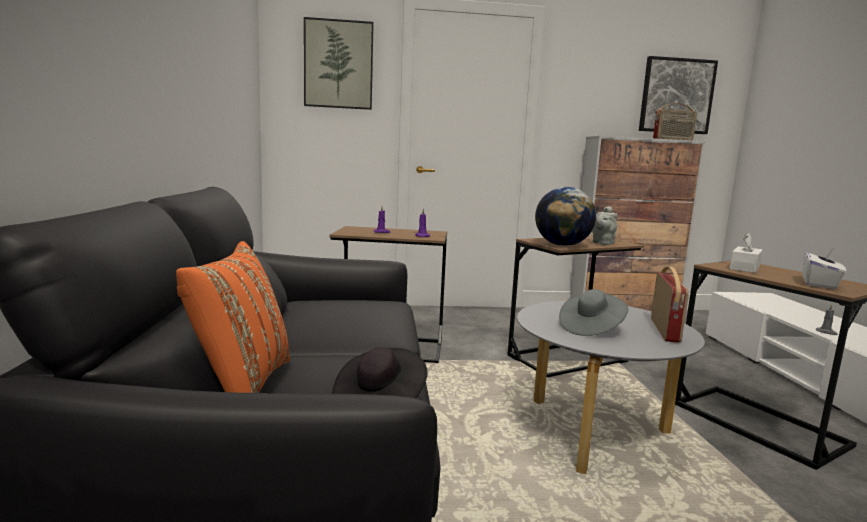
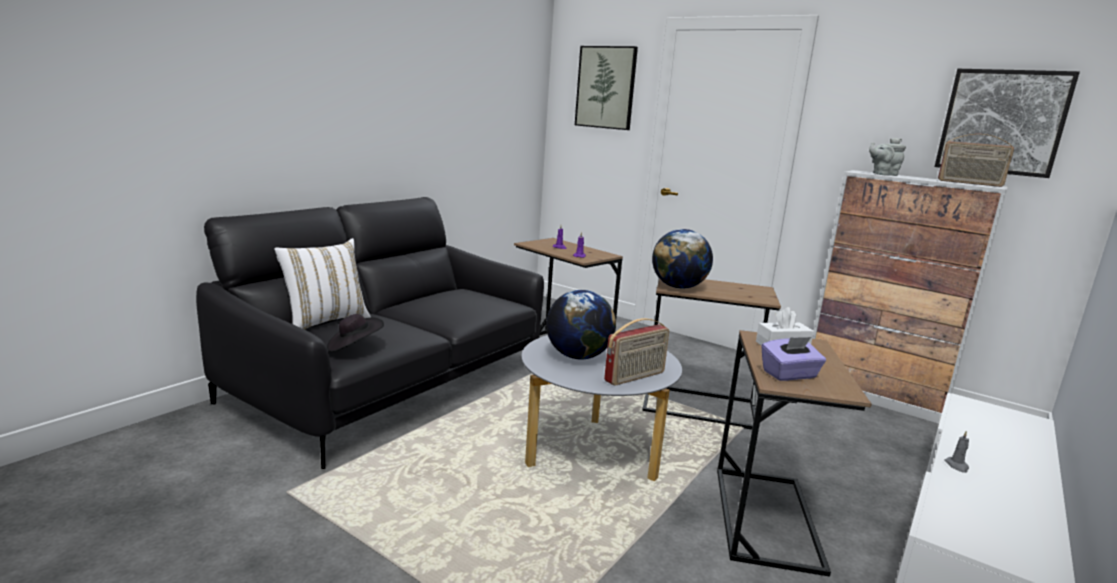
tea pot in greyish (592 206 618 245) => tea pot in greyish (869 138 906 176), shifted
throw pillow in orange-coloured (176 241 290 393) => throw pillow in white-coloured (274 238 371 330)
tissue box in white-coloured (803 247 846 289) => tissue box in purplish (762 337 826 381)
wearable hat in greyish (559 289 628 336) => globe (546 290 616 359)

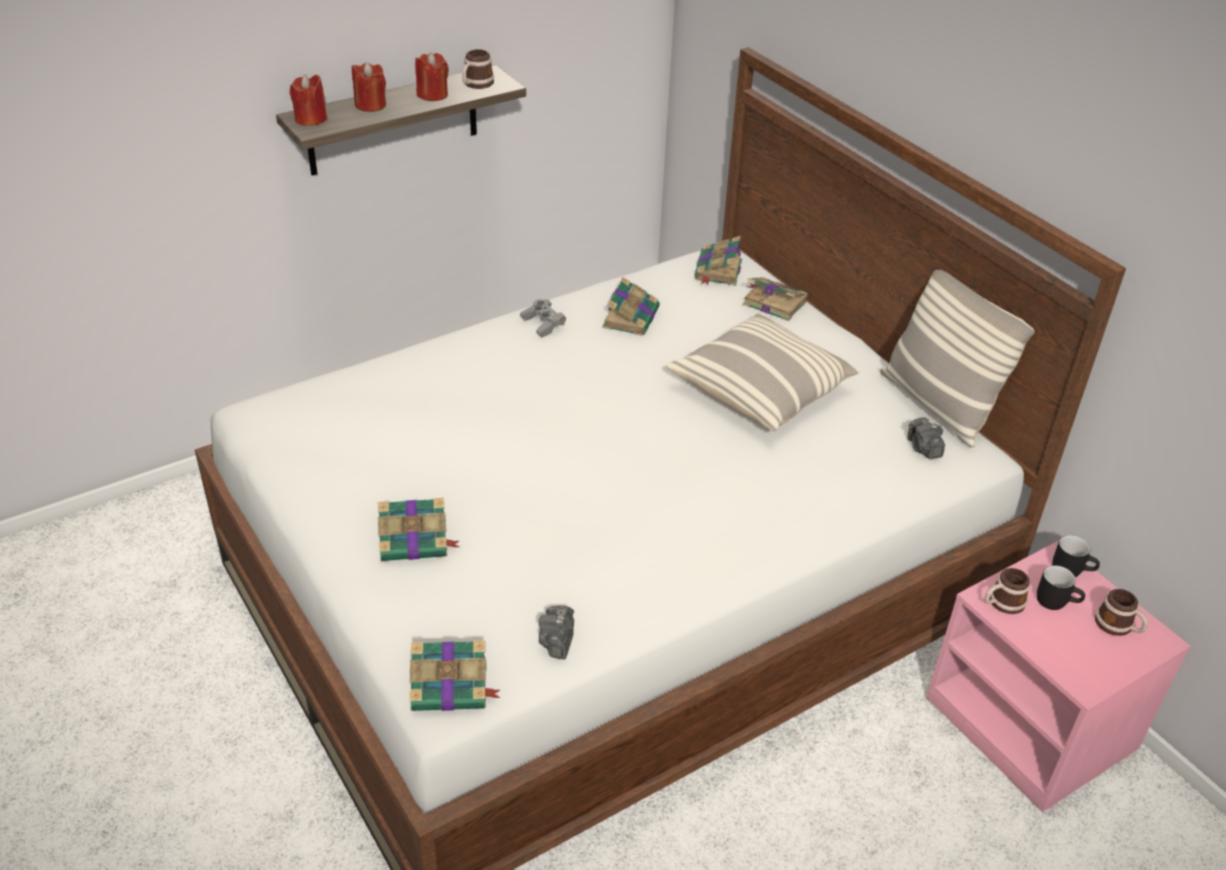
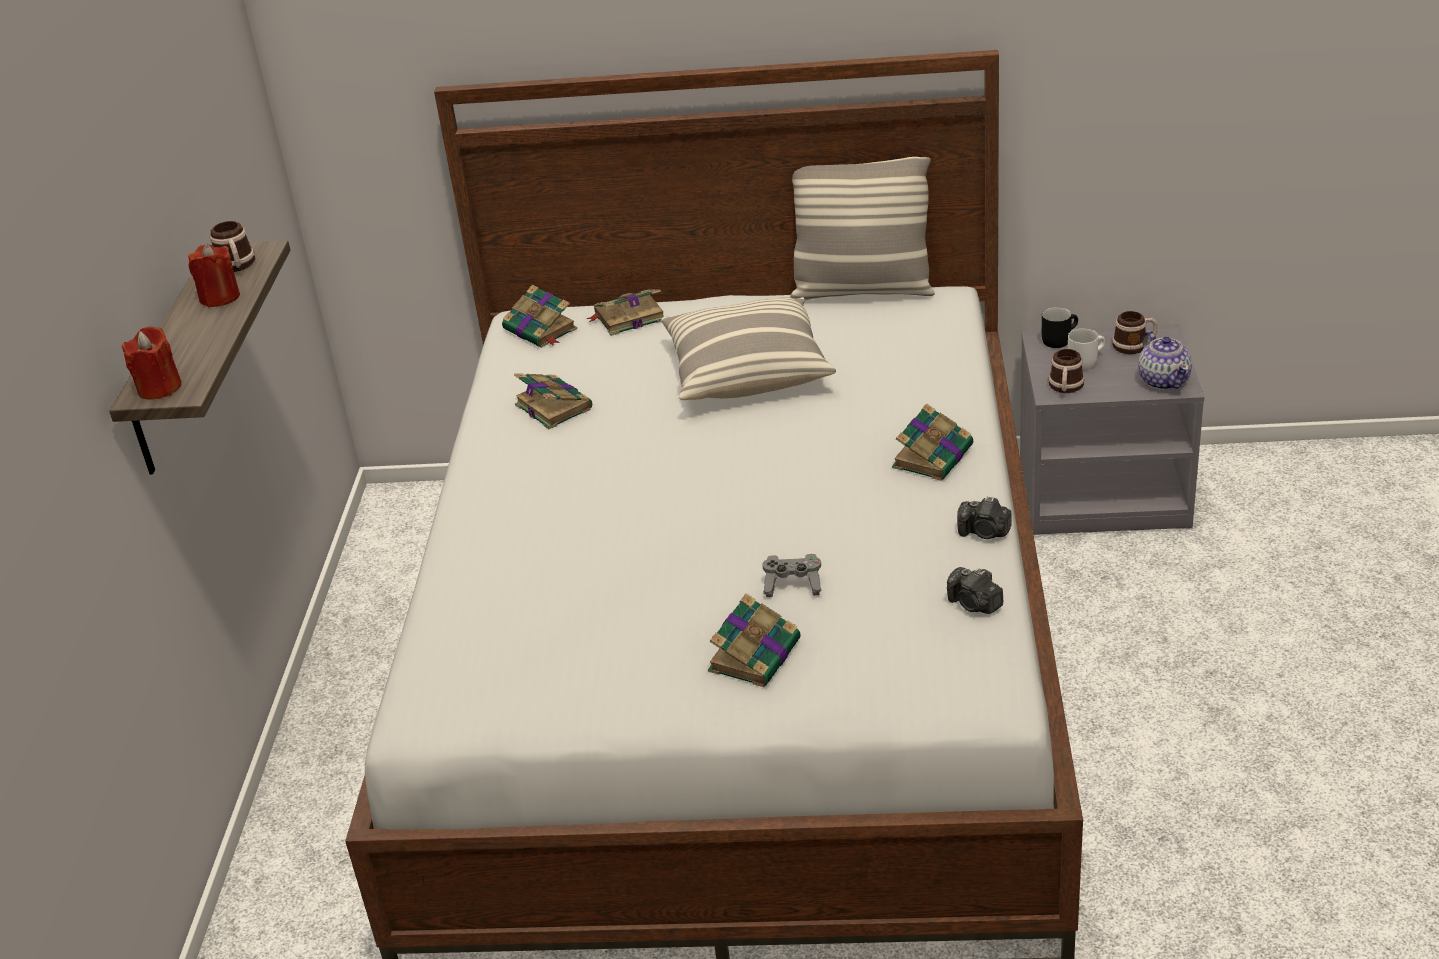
candle in reddish (352 62 386 112) => nothing
joypad in greyish (520 299 566 337) => joypad in greyish (762 554 822 597), shifted
still camera (907 417 945 459) => still camera (957 497 1012 539), shifted
bedside table in pink-coloured (926 541 1191 812) => bedside table in greyish (1020 324 1204 535)
mug in black (1037 565 1085 610) => mug in white-coloured (1068 328 1105 370)
bound book (410 640 500 711) => bound book (892 404 973 481), shifted
nothing => tea pot (1138 331 1192 390)

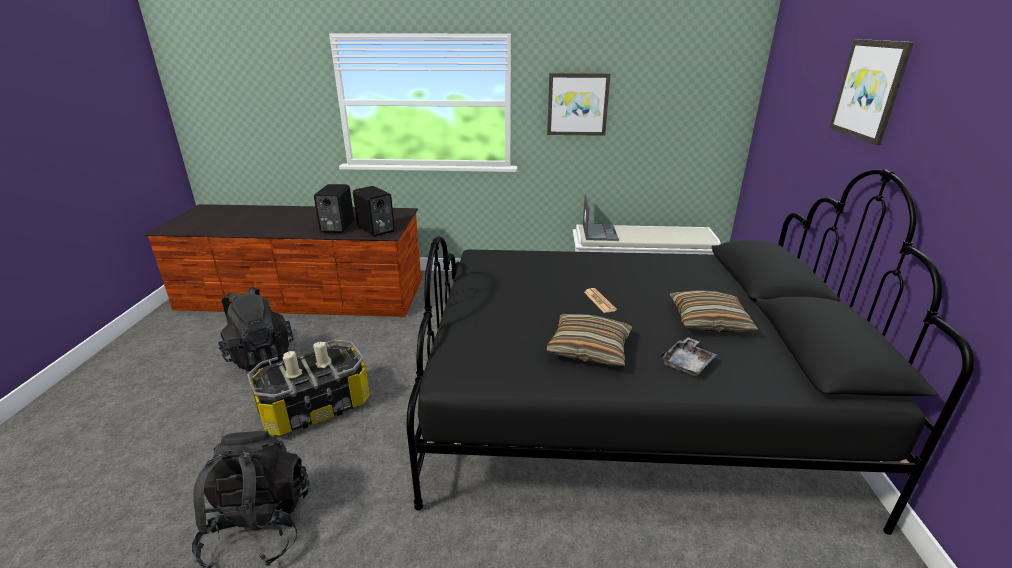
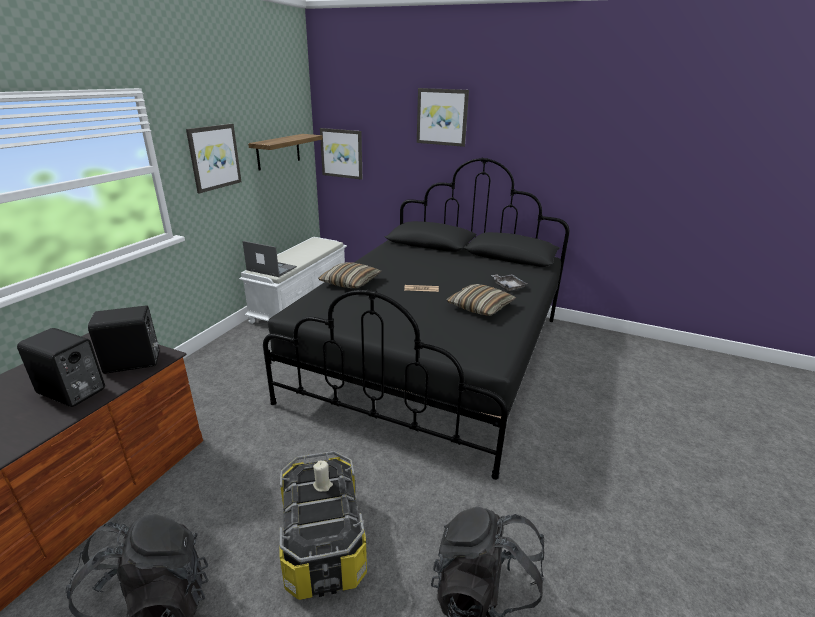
throw pillow (670 290 759 332) => throw pillow (318 262 381 288), shifted
candle in beige-coloured (283 351 302 378) => nothing
nothing => wall art (320 128 362 180)
nothing => bracket shelf (248 134 323 171)

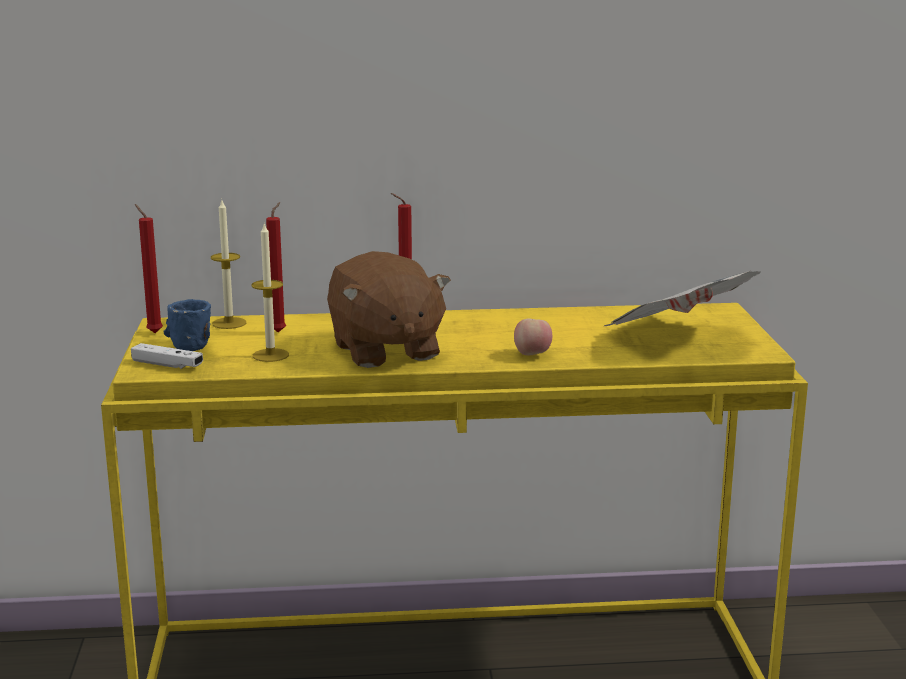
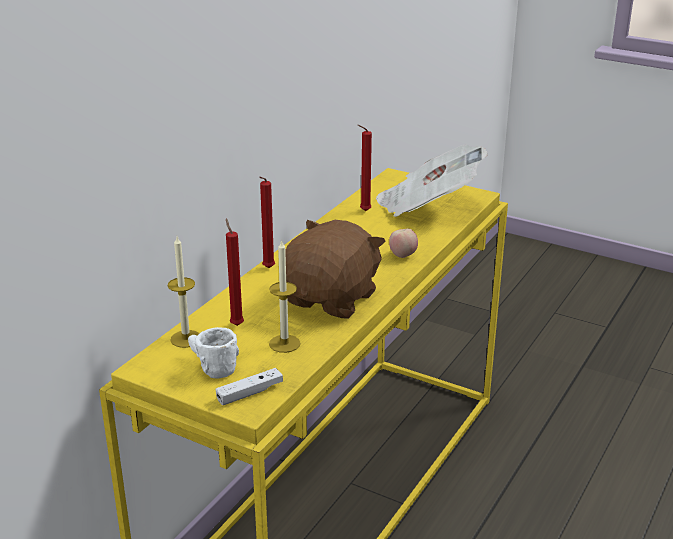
candle in reddish (135 204 163 333) => candle in reddish (358 125 372 211), shifted
plush toy in brown (327 251 451 368) => plush toy in brown (285 220 386 319), 75 degrees counterclockwise
mug in blue (163 299 211 351) => mug in white-coloured (188 327 239 378)

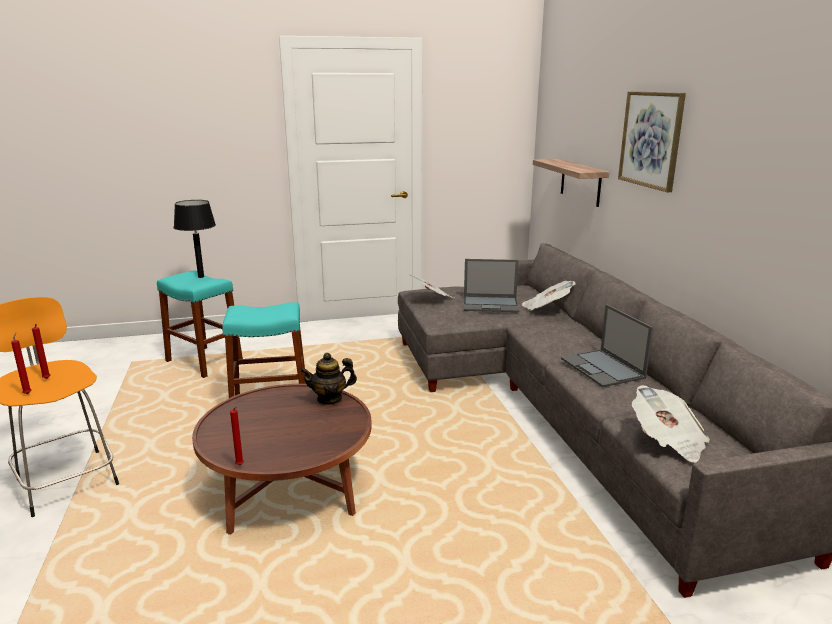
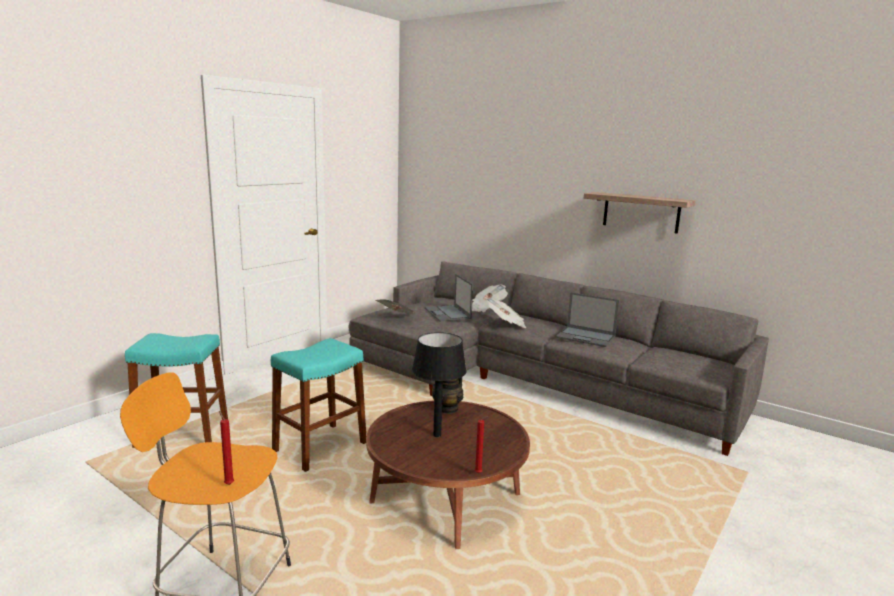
wall art (618 91 686 192) => nothing
bracket shelf (533 159 609 207) => bracket shelf (584 192 696 234), shifted
lamp for a table in black (174 200 216 278) => lamp for a table in black (412 332 467 437), shifted
notebook computer (464 259 519 312) => notebook computer (425 274 473 321), 105 degrees clockwise
candle in reddish (32 324 50 379) => nothing
printed paper (632 385 710 463) => printed paper (486 298 526 328), shifted

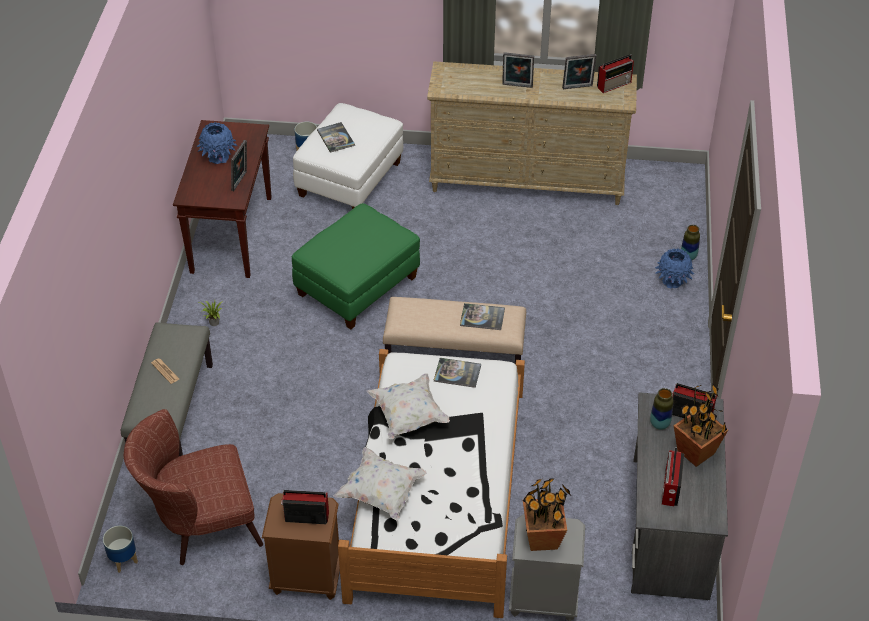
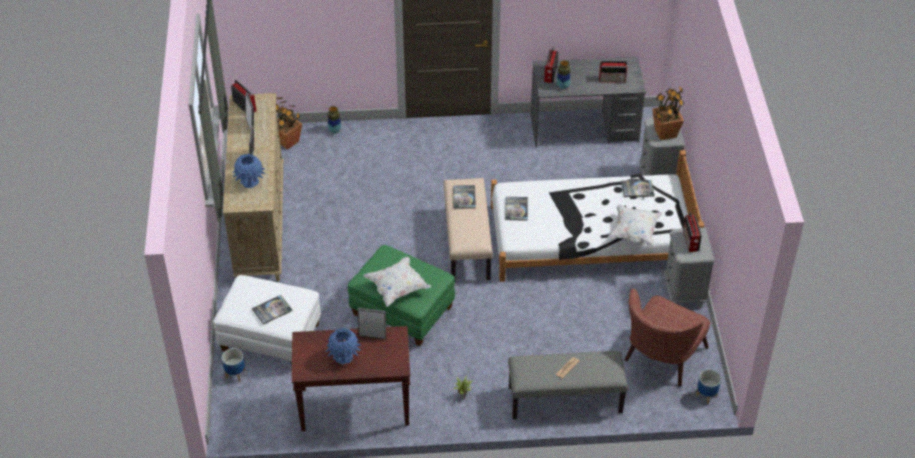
flower vase in blue (655 248 694 288) => flower vase in blue (232 154 266 188), shifted
throw pillow in white-coloured (367 373 450 439) => throw pillow in white-coloured (364 257 431 307), shifted
houseplant (674 383 728 467) => houseplant (276 97 302 150), shifted
easy chair in brown (124 409 263 565) => easy chair in brown (625 289 710 386), 60 degrees clockwise
bedside table in brown (262 493 340 600) => bedside table in greyish (664 227 714 308)
nothing => bound book (621 180 655 197)

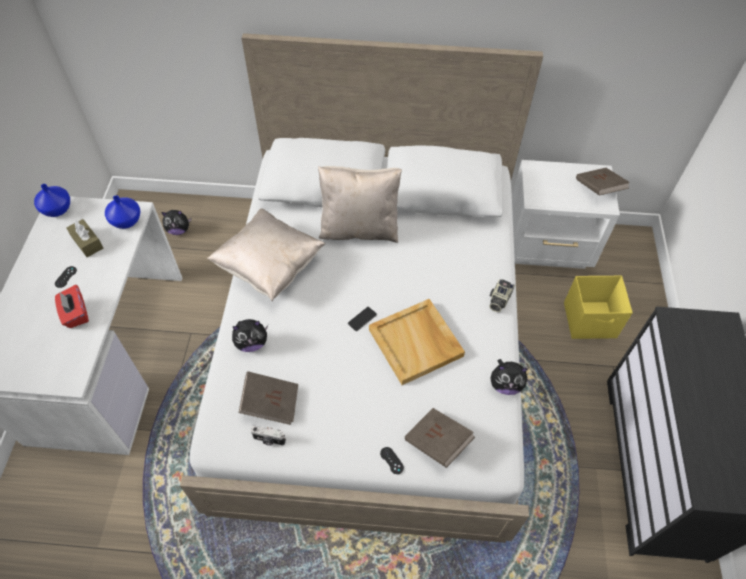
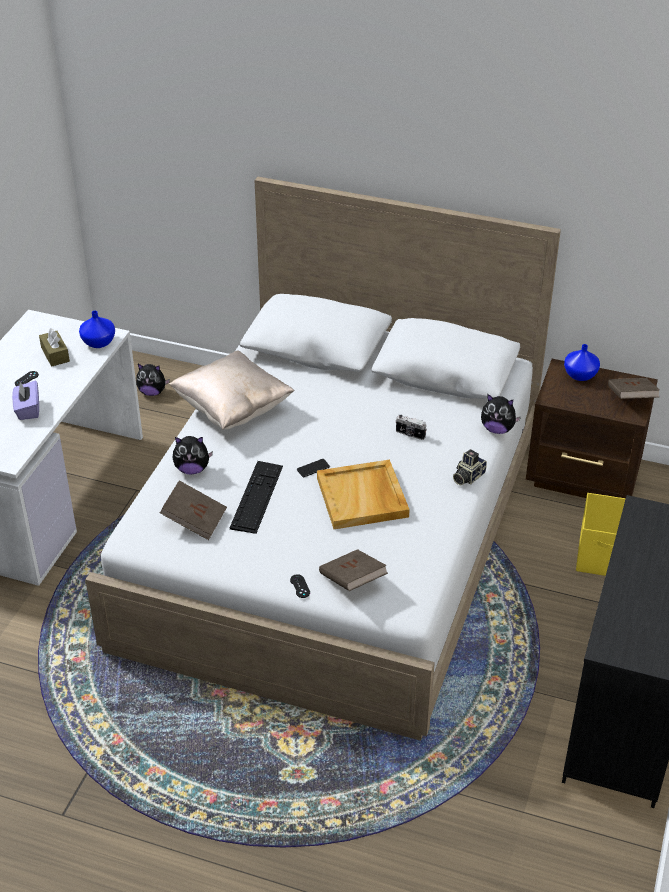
bedside table in white-coloured (512 160 620 269) => bedside table in brown (526 359 658 498)
throw pillow in beige-coloured (318 166 402 243) => nothing
flower vase in blue (34 184 70 217) => flower vase in blue (564 344 600 381), shifted
tissue box in reddish (55 285 89 328) => tissue box in purplish (12 380 39 420)
plush toy (491 359 528 395) => plush toy (481 394 521 434), shifted
still camera (251 425 286 446) => still camera (396 415 427 440), shifted
nothing => PC keyboard (230 461 283 534)

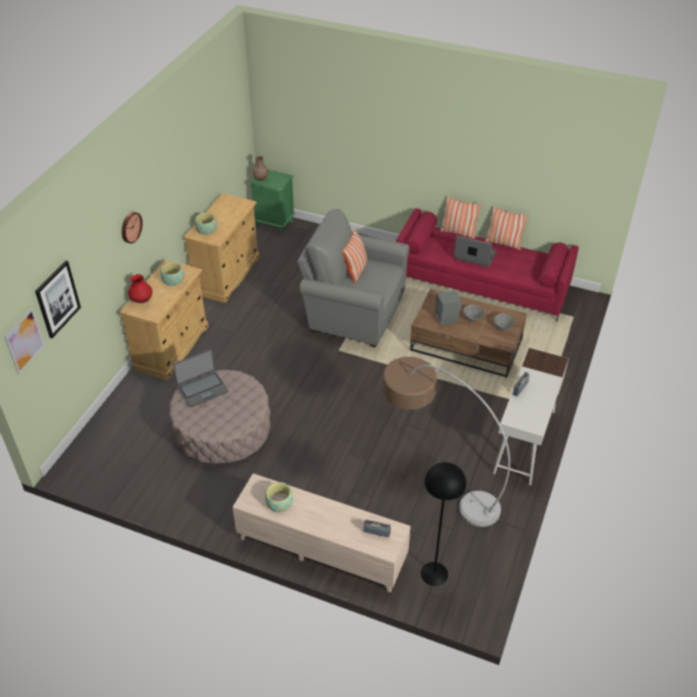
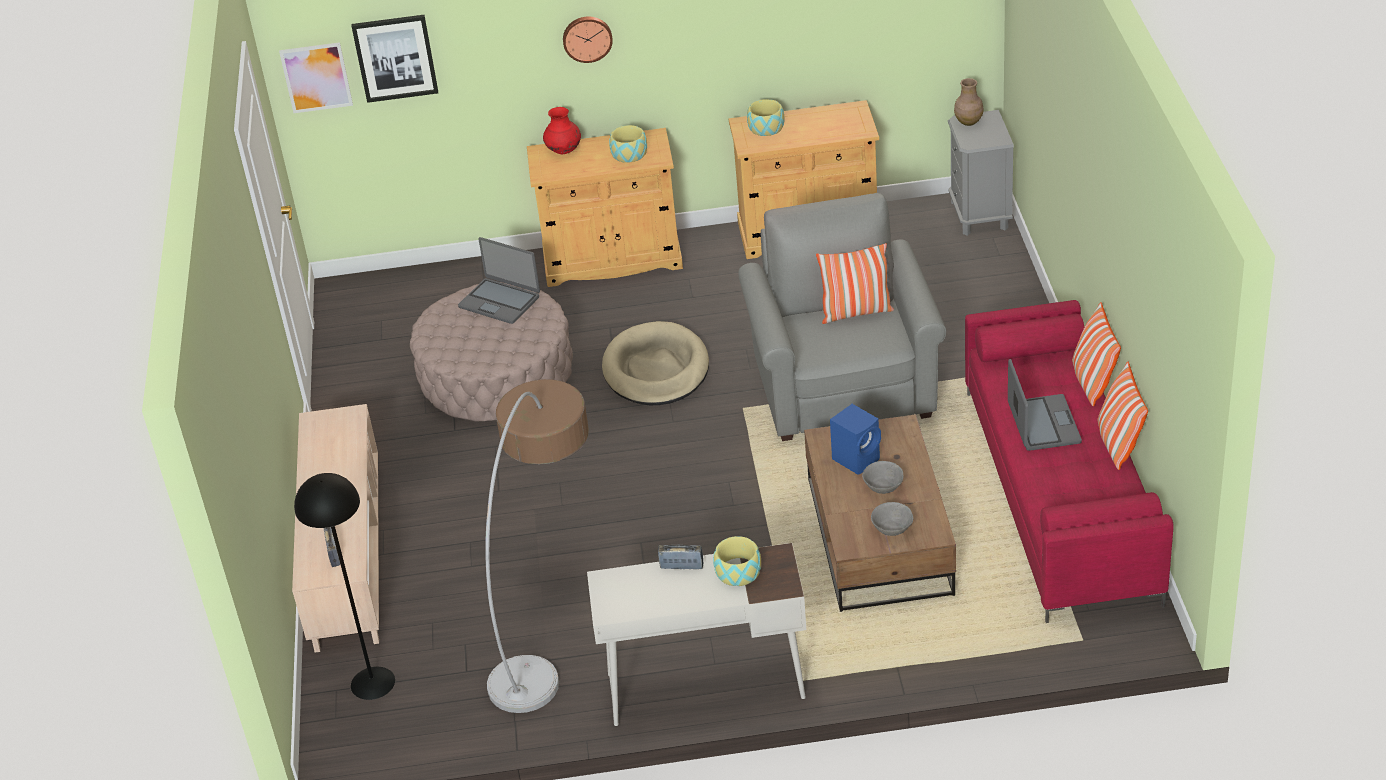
bedside table in green-coloured (250 170 295 234) => bedside table in greyish (948 110 1014 236)
loudspeaker in greyish (435 290 461 325) => loudspeaker in blue (830 404 881 475)
deep dish (265 482 293 512) => deep dish (713 536 761 586), shifted
nothing => dog bed in beige-coloured (602 321 709 405)

